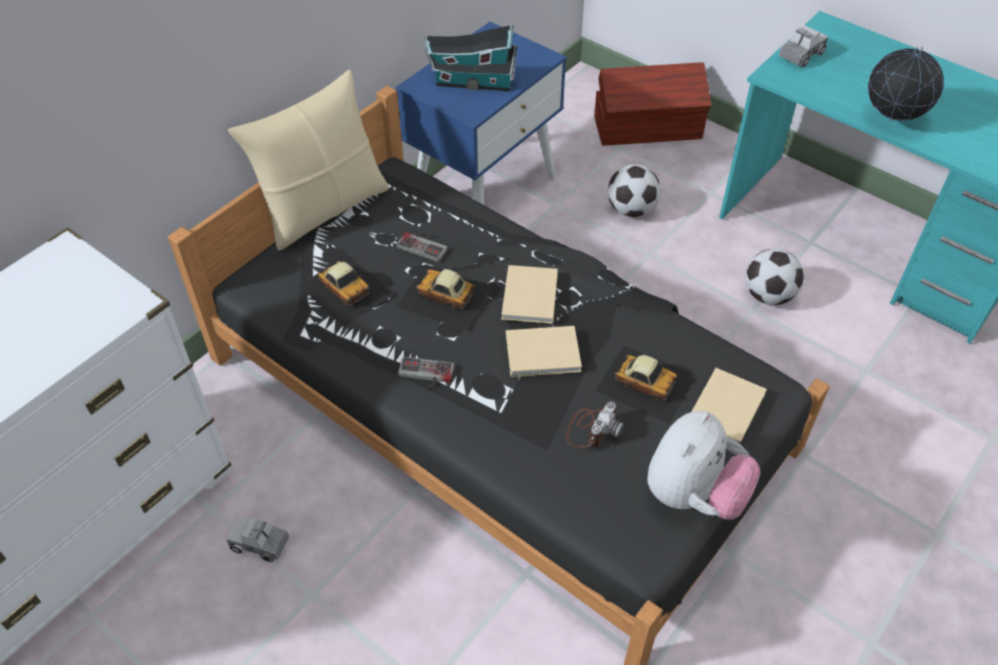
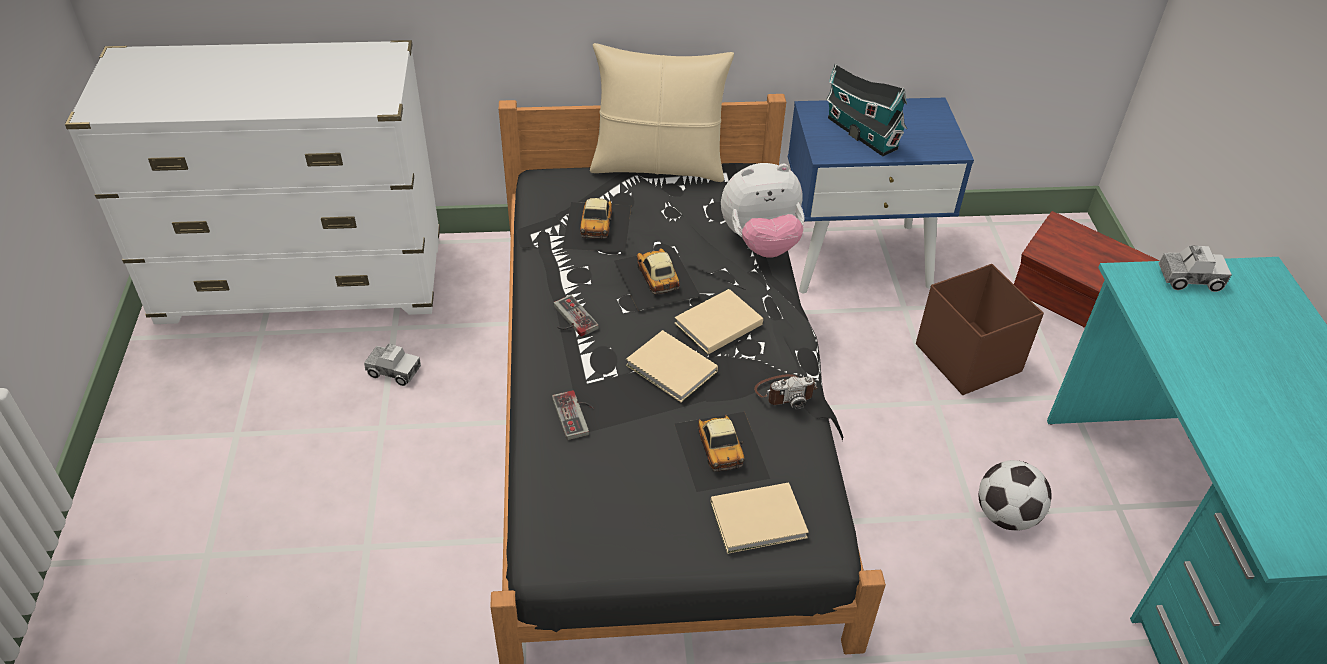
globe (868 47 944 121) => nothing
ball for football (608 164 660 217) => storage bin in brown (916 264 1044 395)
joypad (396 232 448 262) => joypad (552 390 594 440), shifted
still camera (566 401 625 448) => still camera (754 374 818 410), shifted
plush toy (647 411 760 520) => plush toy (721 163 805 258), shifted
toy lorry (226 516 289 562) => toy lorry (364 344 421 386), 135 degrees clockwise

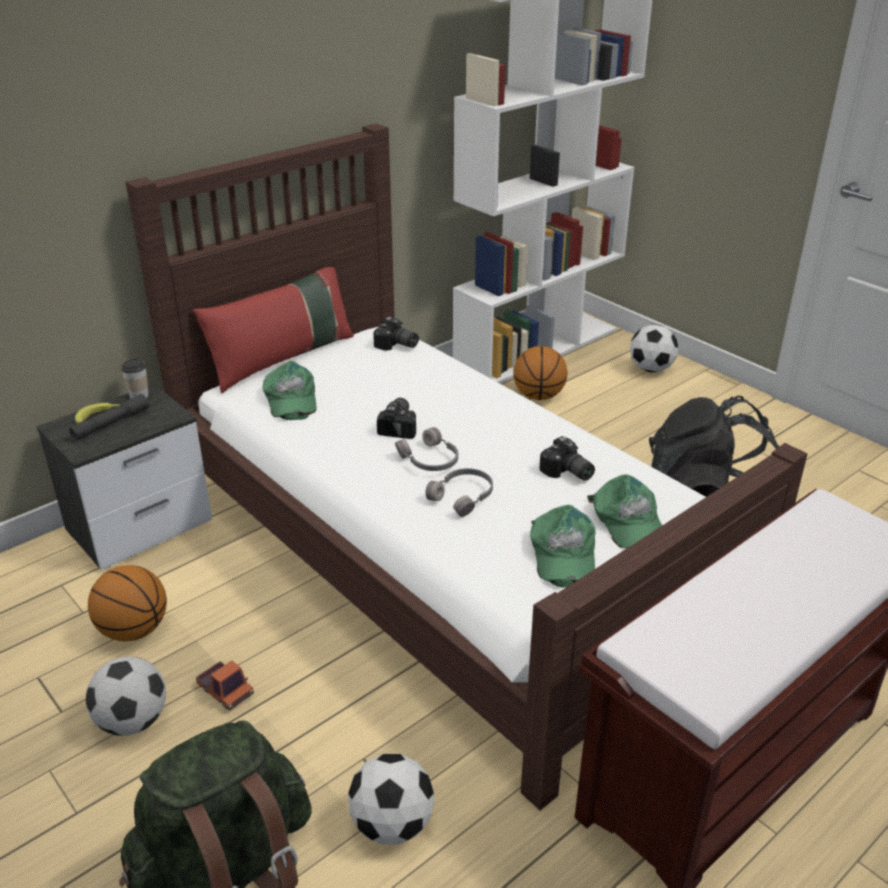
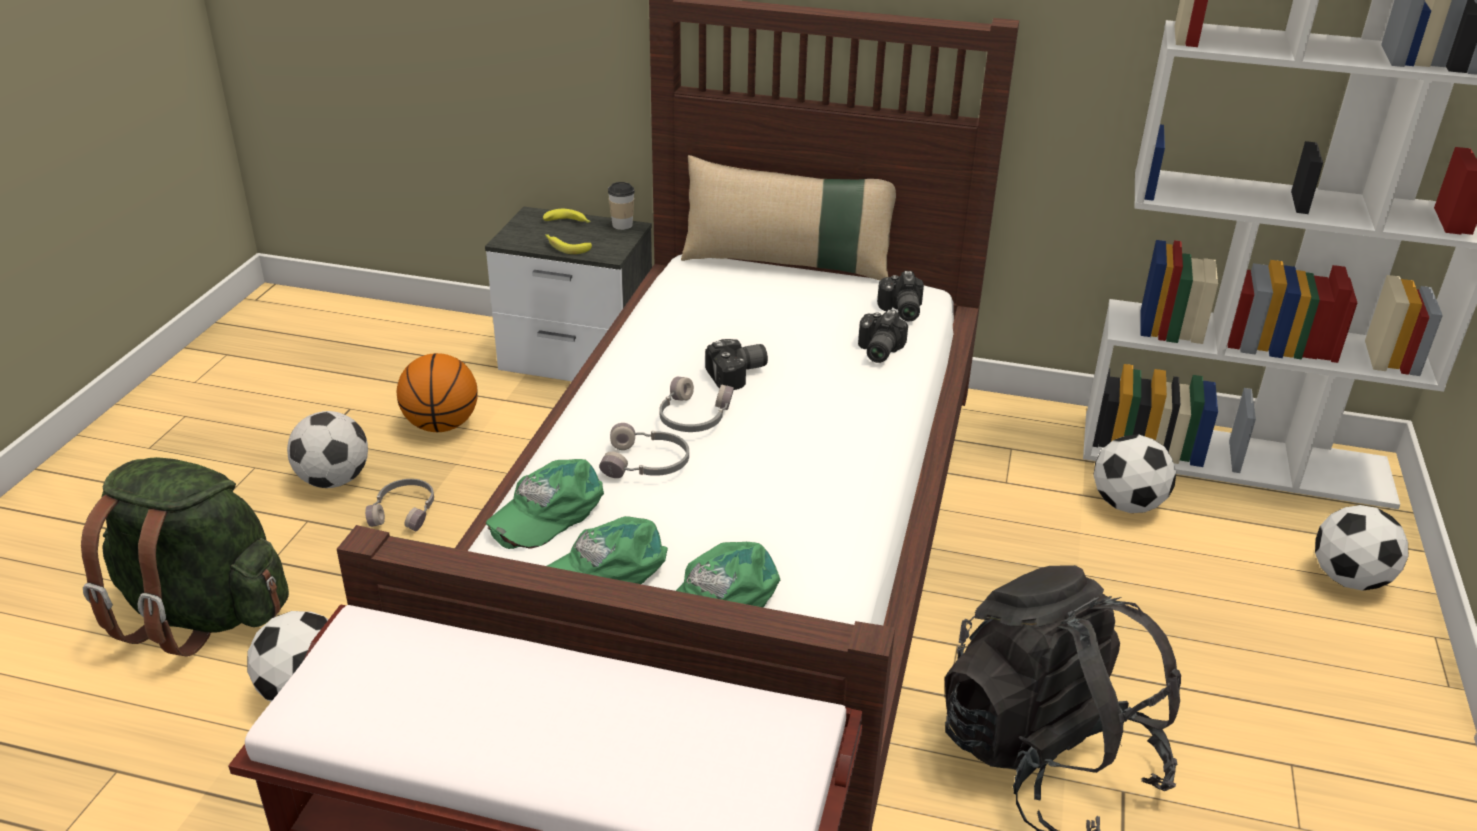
throw pillow in reddish (193 267 354 393) => throw pillow in beige-coloured (681 155 896 281)
basketball (513 346 567 400) => ball for football (1093 434 1176 513)
baseball cap in green-coloured (263 361 317 420) => baseball cap in green-coloured (486 459 604 549), shifted
hand torch in greyish (69 394 149 440) => nothing
still camera (539 436 595 481) => still camera (858 309 908 363), shifted
toy lorry (196 661 254 711) => pair of headphones in greyish (365 479 434 531)
nothing => whole banana (545 234 592 254)

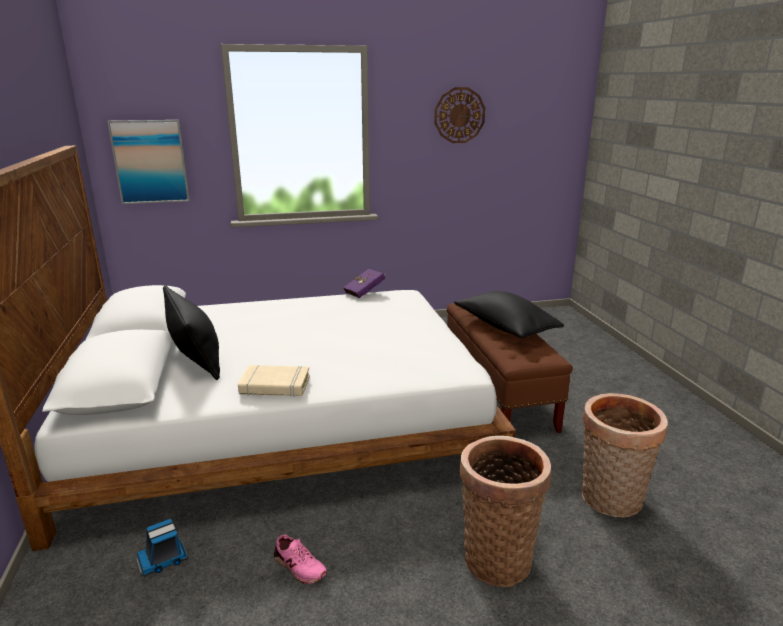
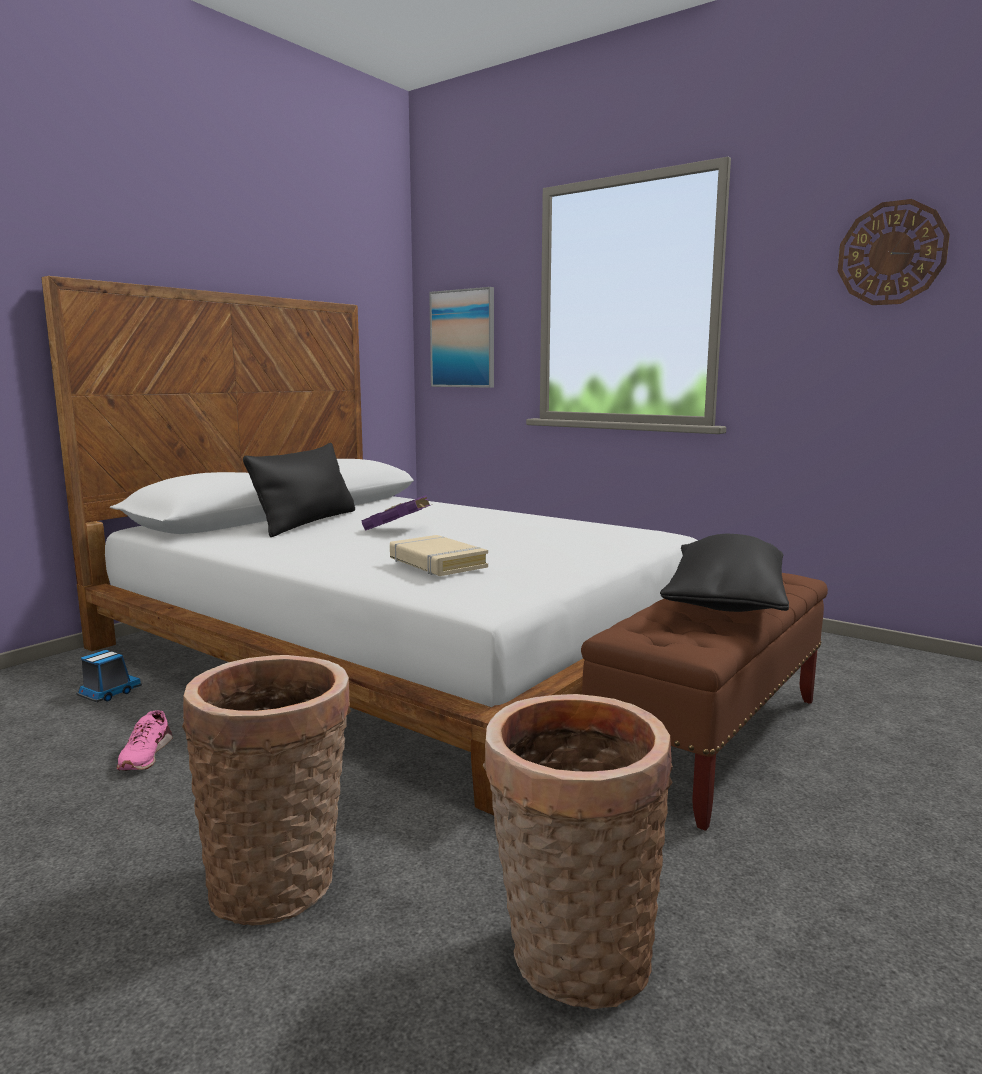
bound book in purplish (343 269 385 298) => bound book in purplish (361 495 431 531), shifted
bound book in beige-coloured (238 365 310 397) => bound book in beige-coloured (390 535 488 576), shifted
toy lorry (136 519 188 577) => toy lorry (77 650 142 702), 105 degrees clockwise

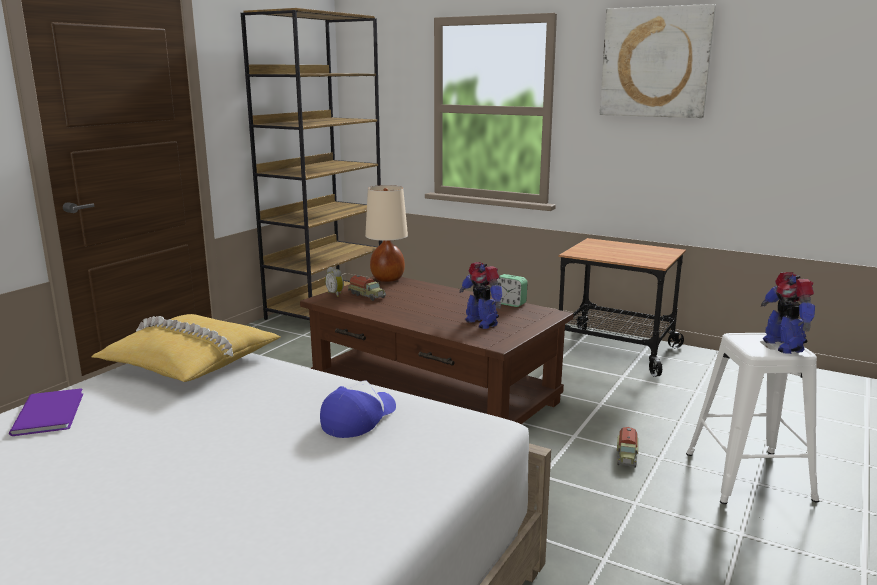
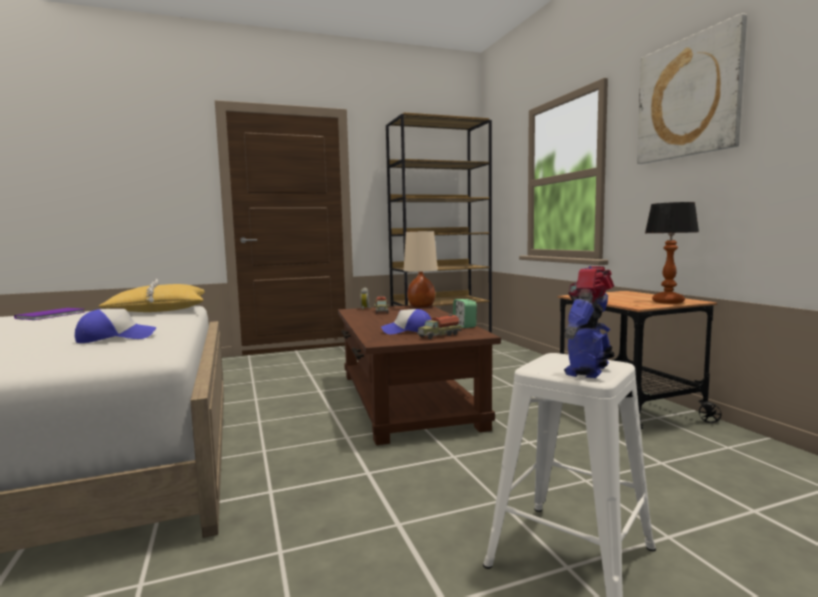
robot figure (459 262 502 329) => baseball cap (381 309 432 334)
toy lorry (617 427 639 468) => toy lorry (417 315 461 339), shifted
nothing => lamp for a table (645 202 699 304)

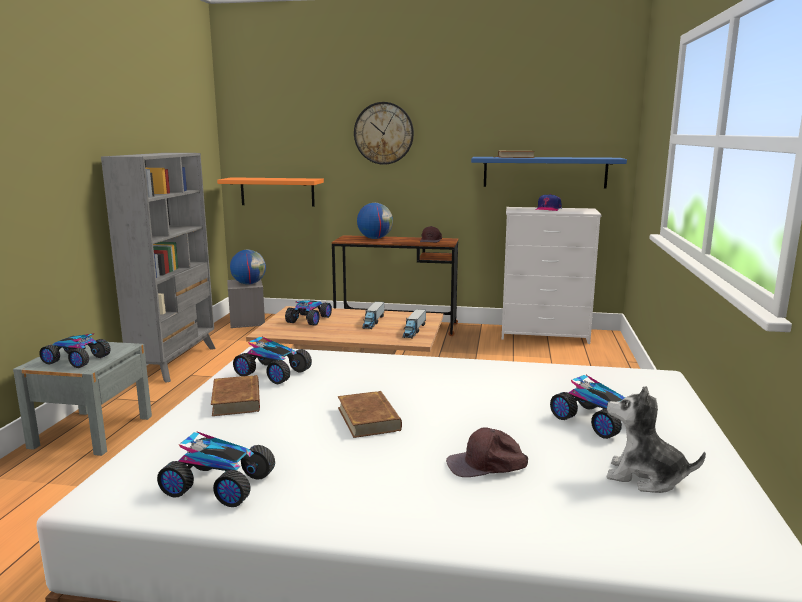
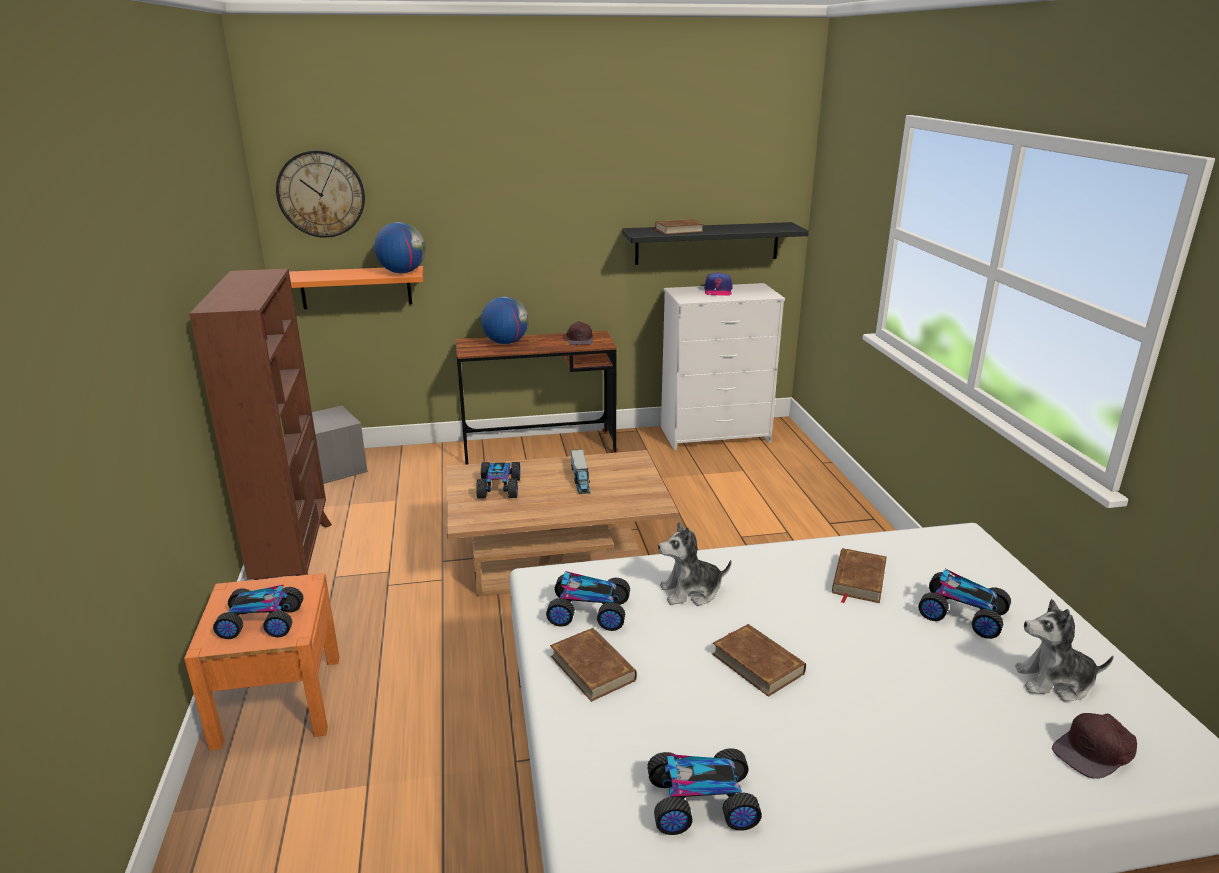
wall clock (354 102 414 165) => wall clock (276 150 365 238), shifted
bookcase in greyish (101 153 216 383) => bookcase in brown (189 268 332 580)
bracket shelf in blue (471 157 627 188) => bracket shelf in black (622 222 809 265)
globe (230 250 266 285) => globe (374 222 425 273), shifted
toy lorry (402 309 426 339) => nothing
bedside table in greyish (13 342 152 456) => bedside table in orange-coloured (184 573 339 750)
baseball cap in brown (446 427 528 477) => baseball cap in brown (1052 713 1137 779), shifted
nothing => plush toy (658 522 732 606)
nothing => bound book in brown (832 548 887 603)

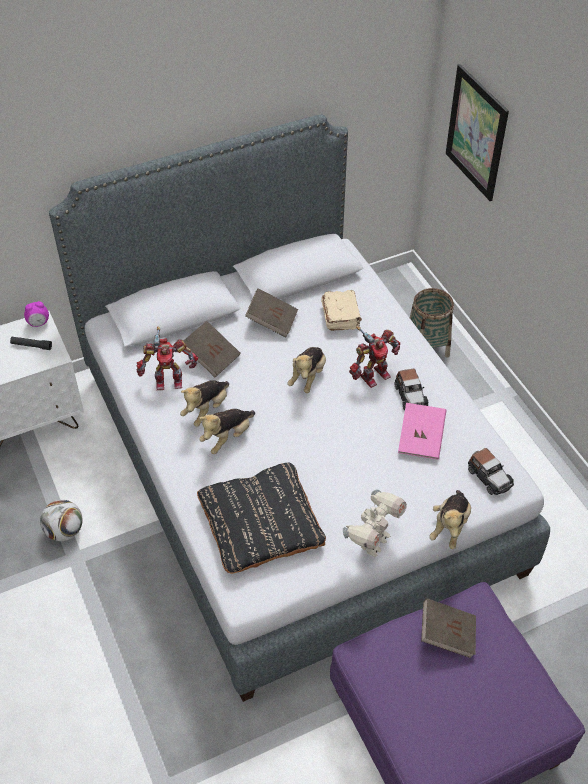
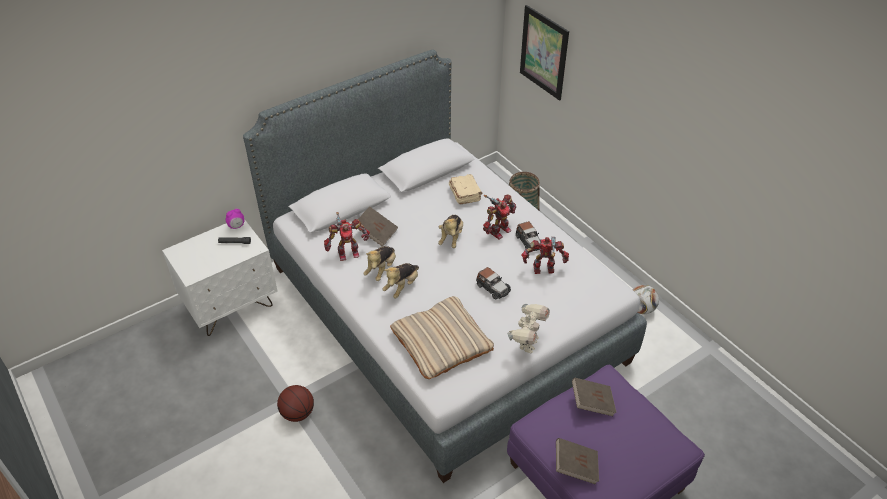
bound book in brown (245 288 298 337) => bound book in brown (556 438 599 484), shifted
bound book in pink-coloured (398 403 446 460) => robot figure (521 237 569 274)
miniature car (468 448 514 495) => miniature car (476 267 511 300), shifted
throw pillow in black (197 462 326 574) => throw pillow in beige-coloured (390 296 494 379)
plush toy (429 490 471 549) => nothing
ball for football (40 500 83 541) => ball for football (632 285 659 314), shifted
nothing => basketball (277 385 314 422)

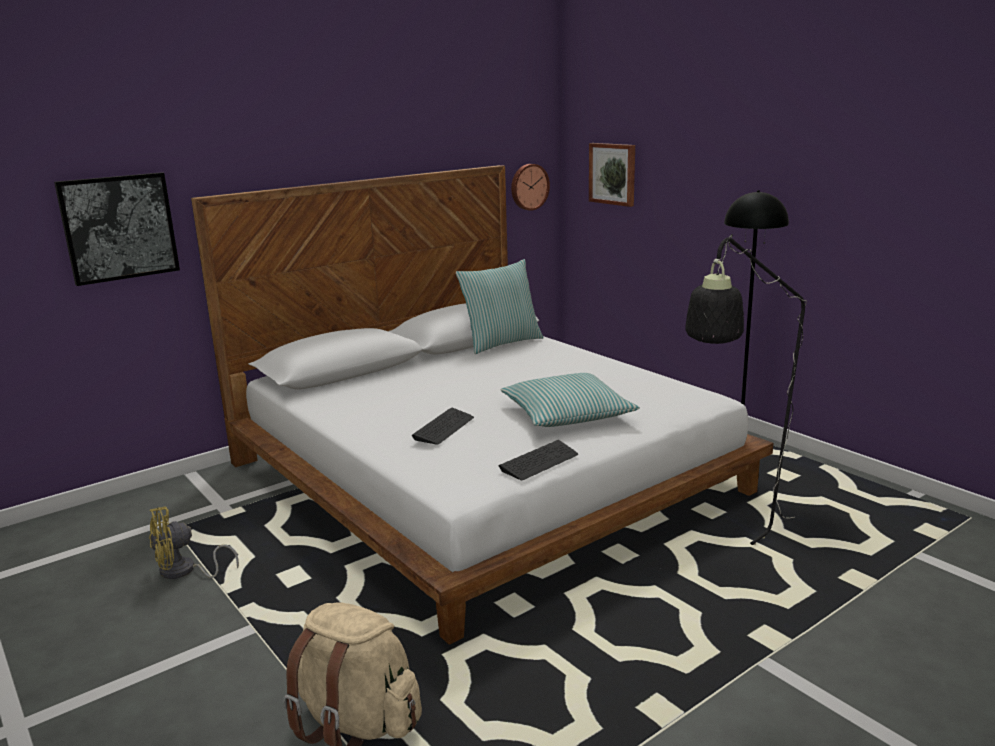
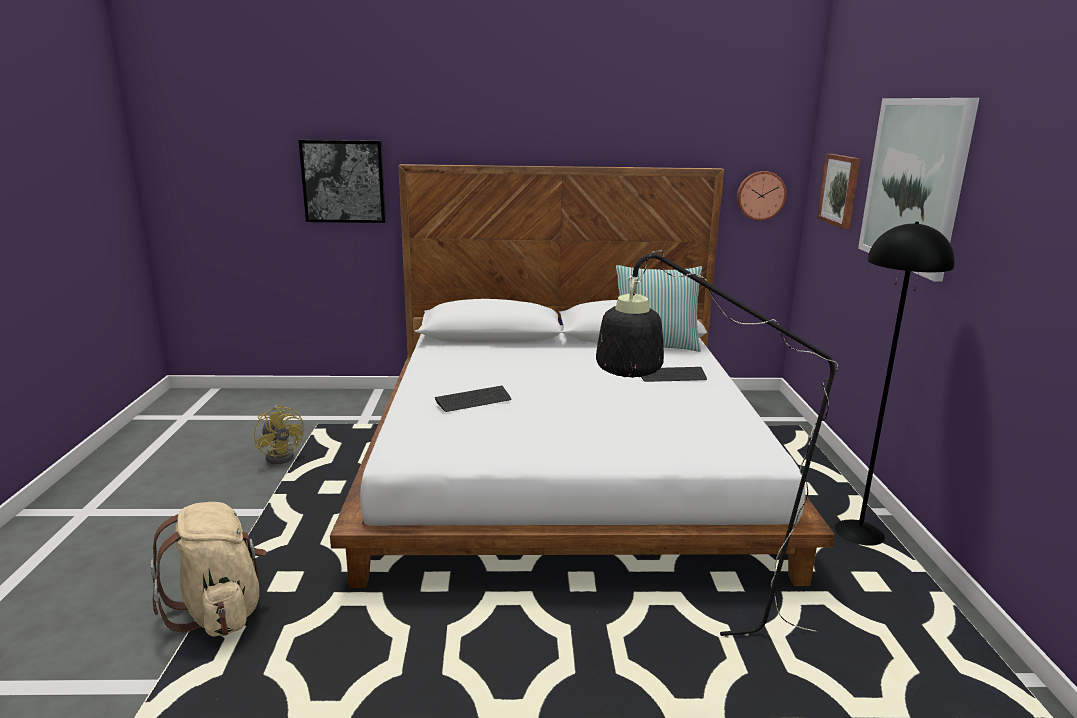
throw pillow (500 373 640 427) => nothing
PC keyboard (498 440 578 480) => PC keyboard (641 367 707 382), shifted
electric fan in yellow (149 507 239 579) => electric fan in yellow (254 405 304 464), 135 degrees counterclockwise
nothing => wall art (858 98 979 281)

